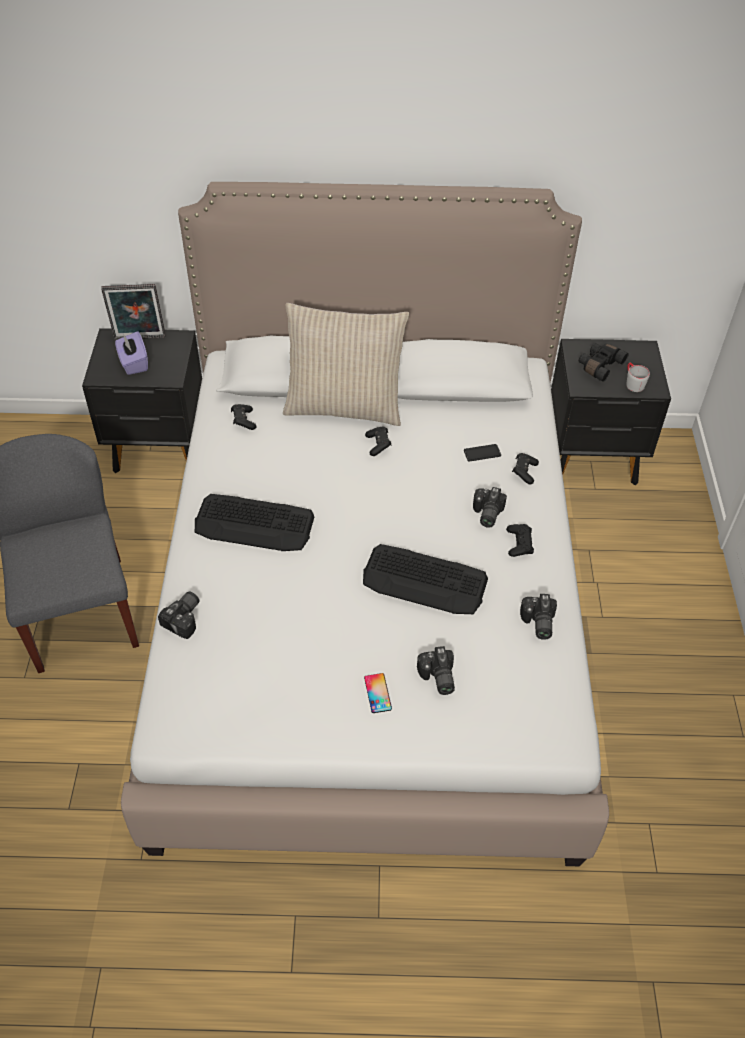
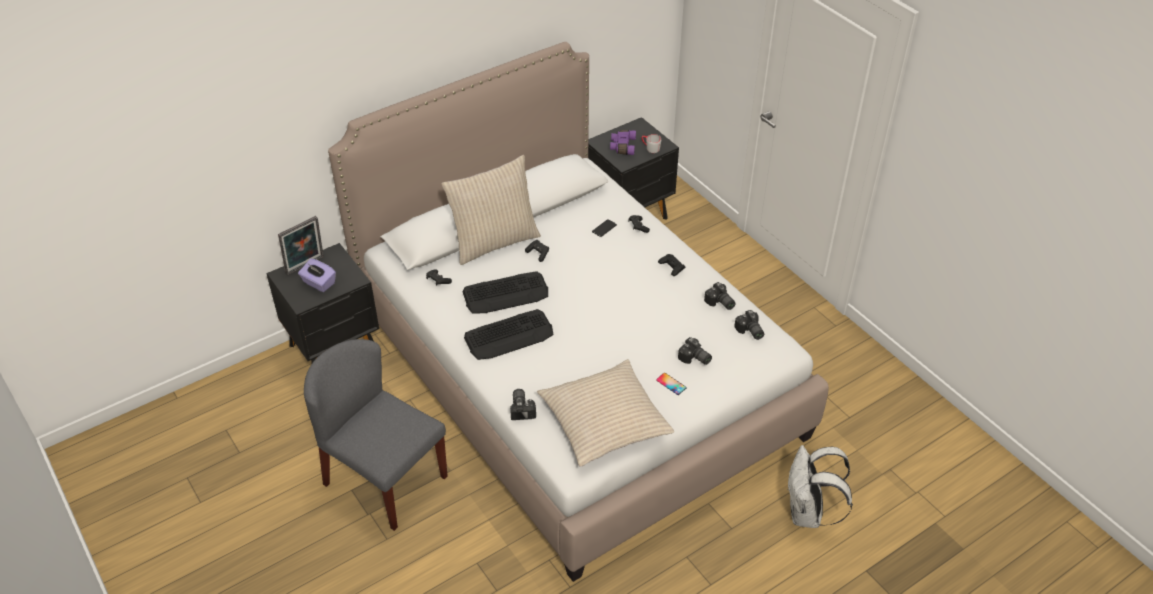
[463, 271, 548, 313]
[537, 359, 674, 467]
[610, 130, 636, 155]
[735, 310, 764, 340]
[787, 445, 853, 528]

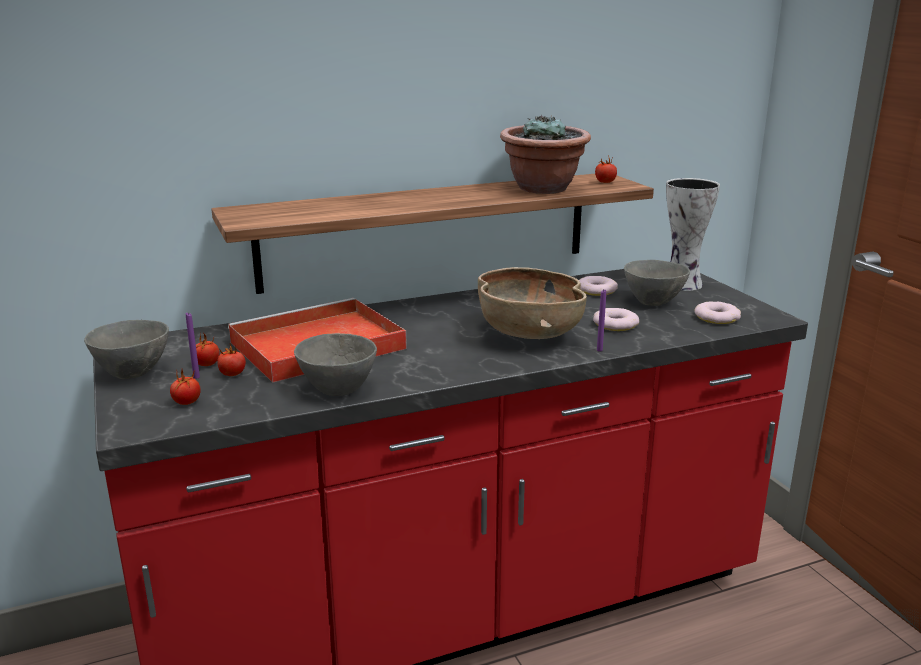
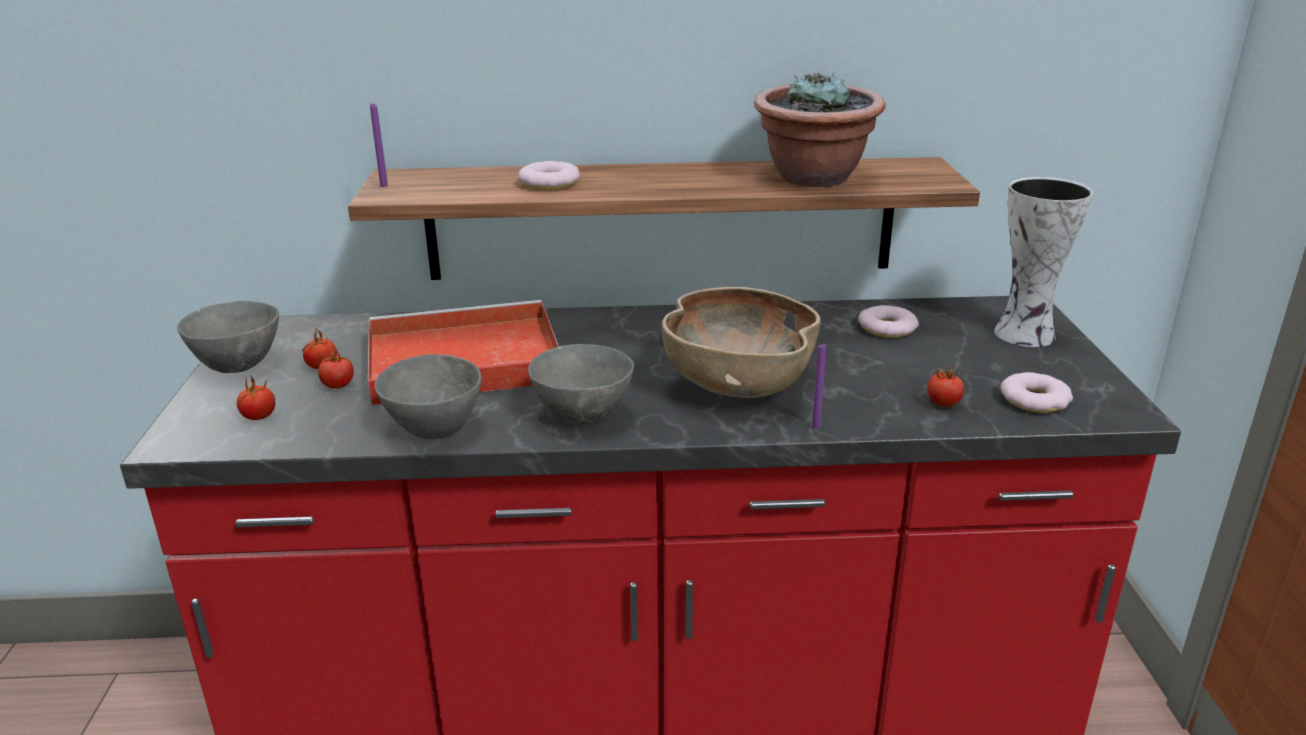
[370, 104, 388, 187]
[518, 161, 580, 190]
[528, 344, 634, 425]
[928, 365, 964, 407]

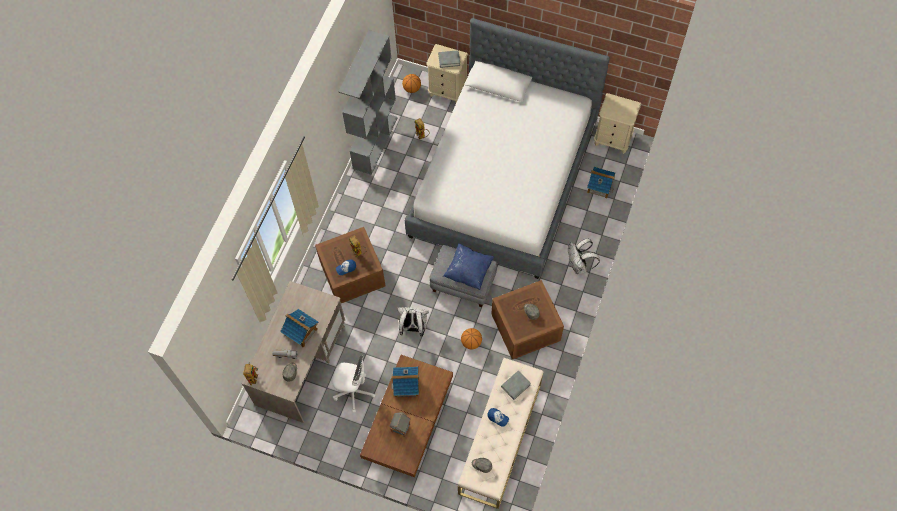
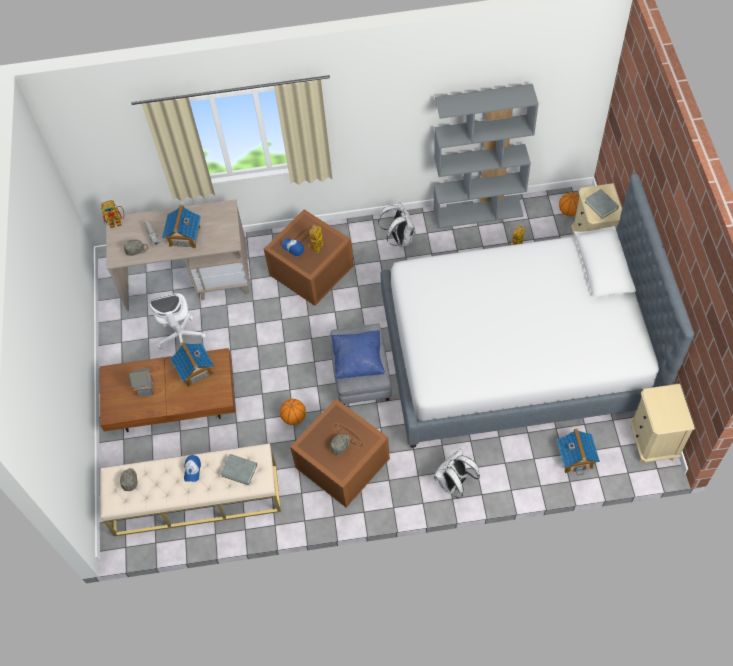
[378, 202, 416, 247]

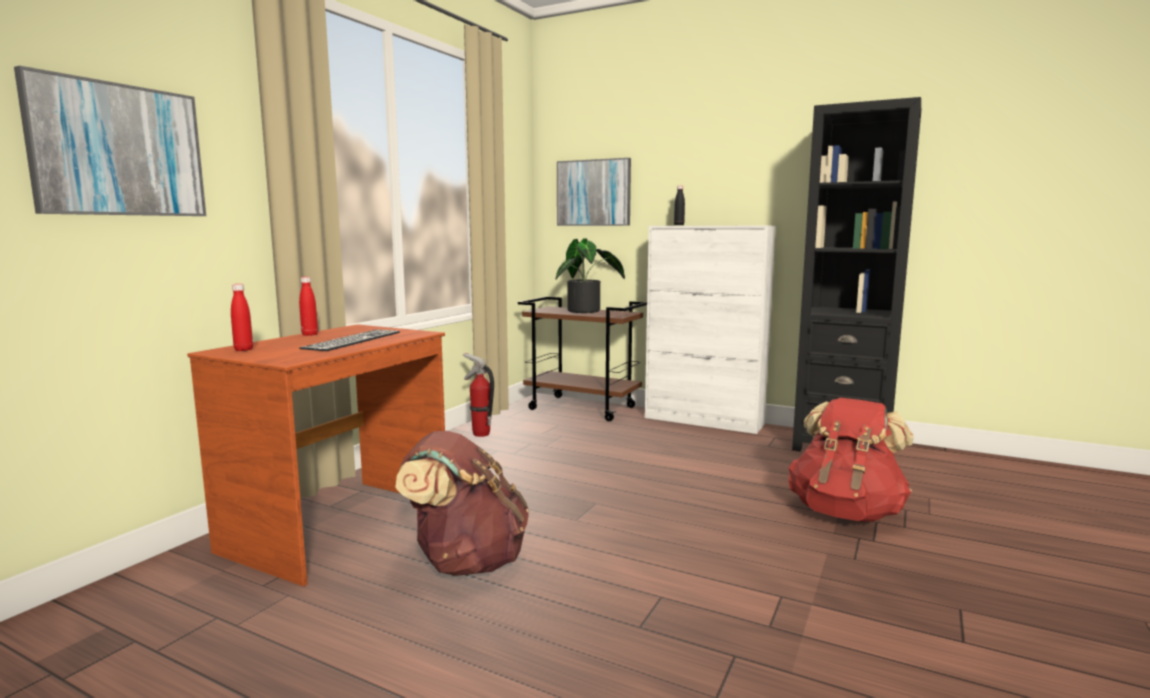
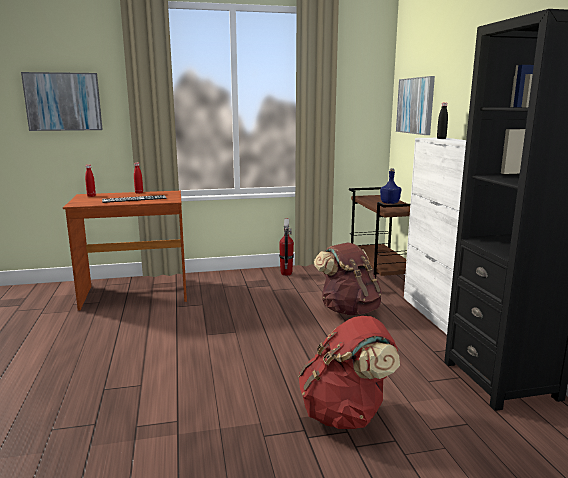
[314, 243, 382, 315]
[380, 168, 401, 204]

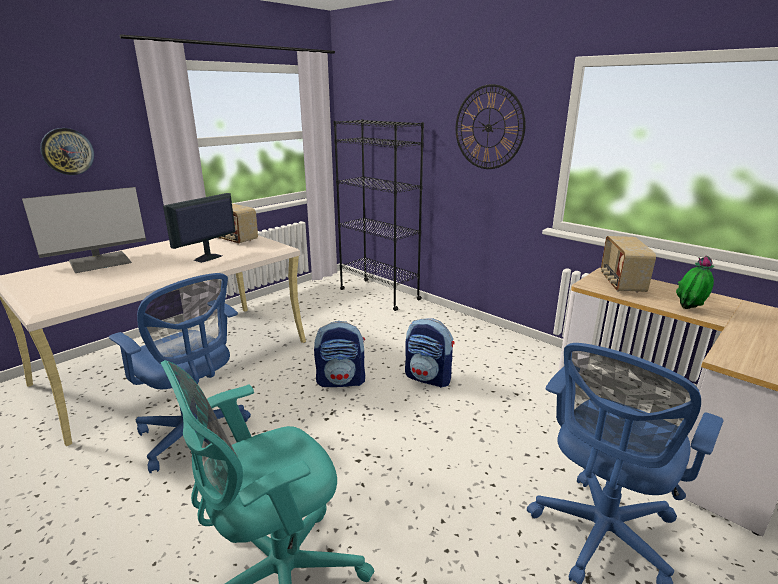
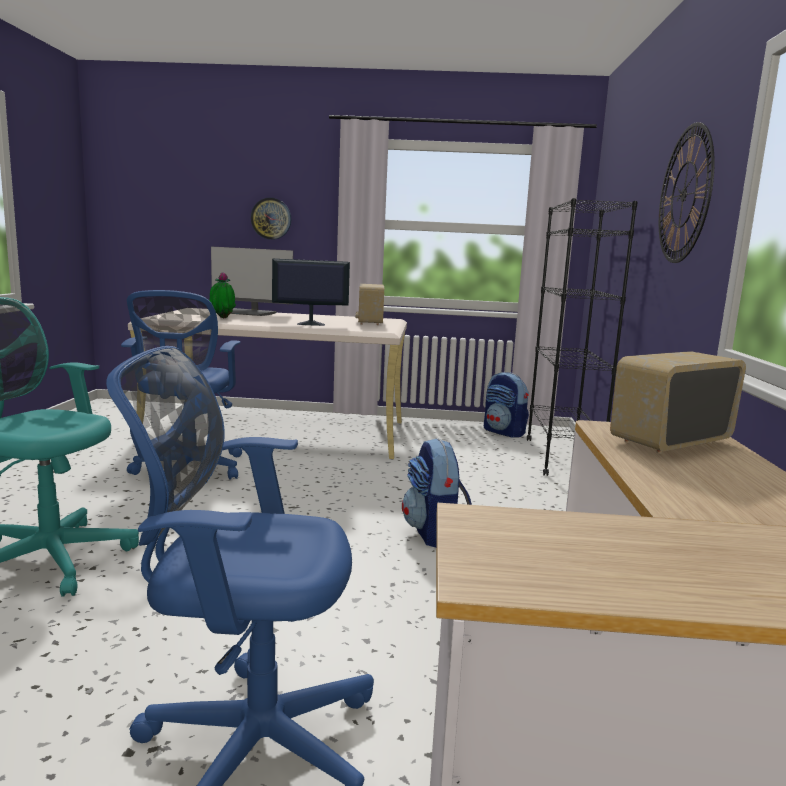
[209, 272, 236, 318]
[484, 372, 529, 438]

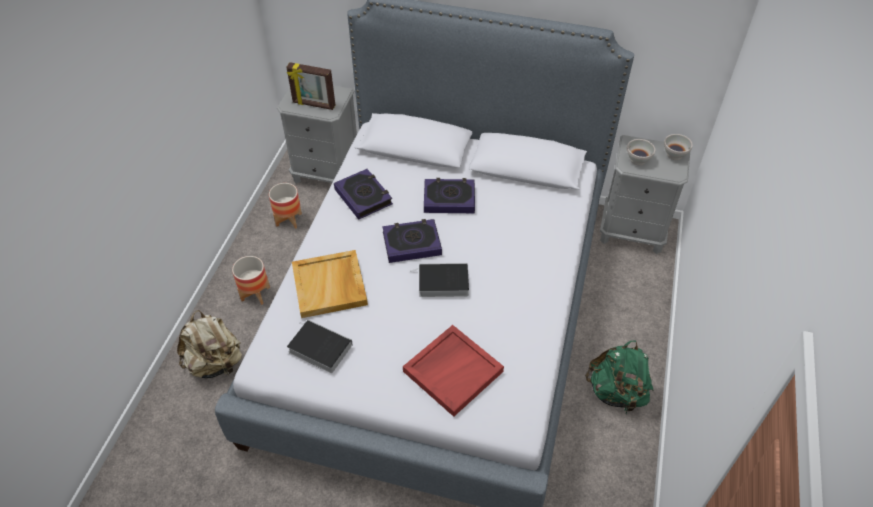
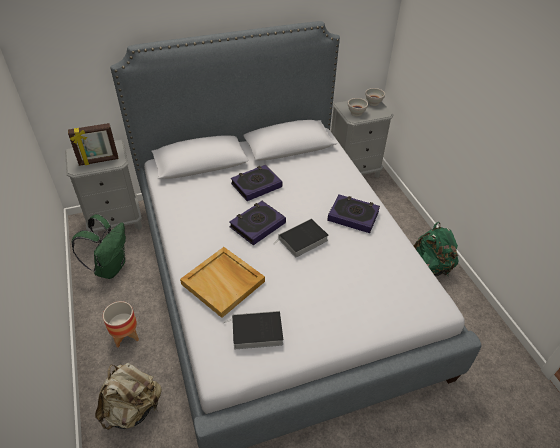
[72, 214, 126, 279]
[327, 194, 380, 233]
[403, 325, 504, 417] (first image)

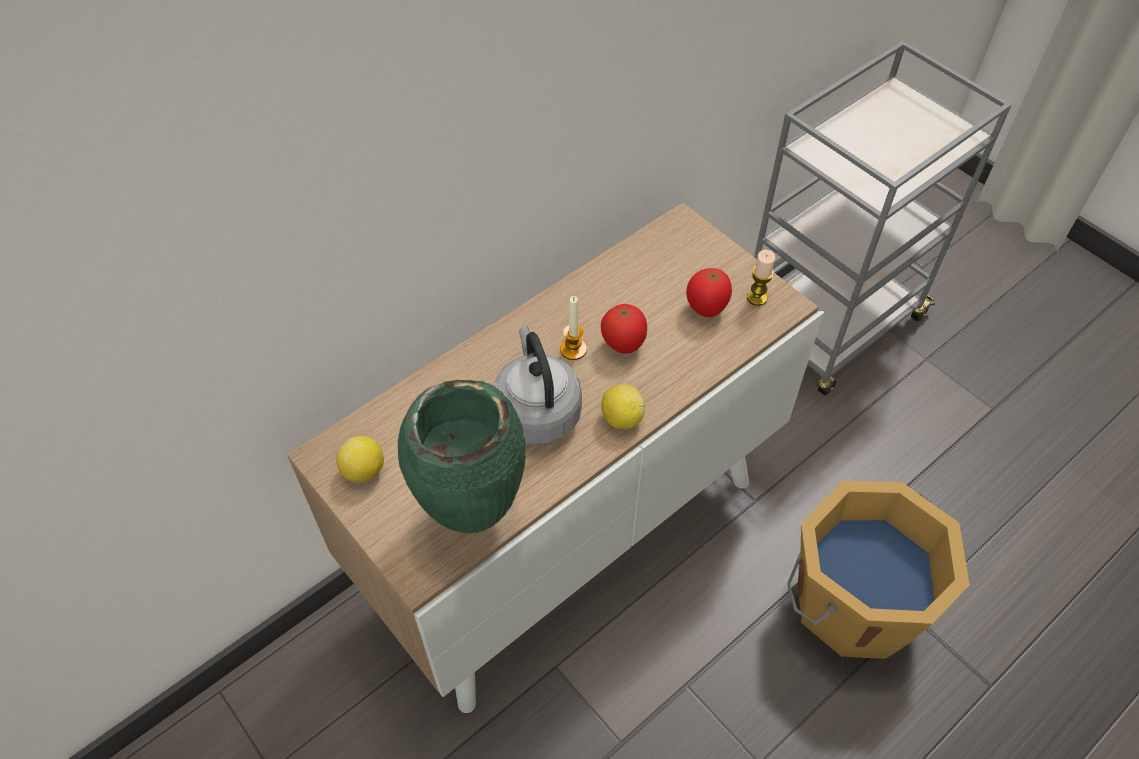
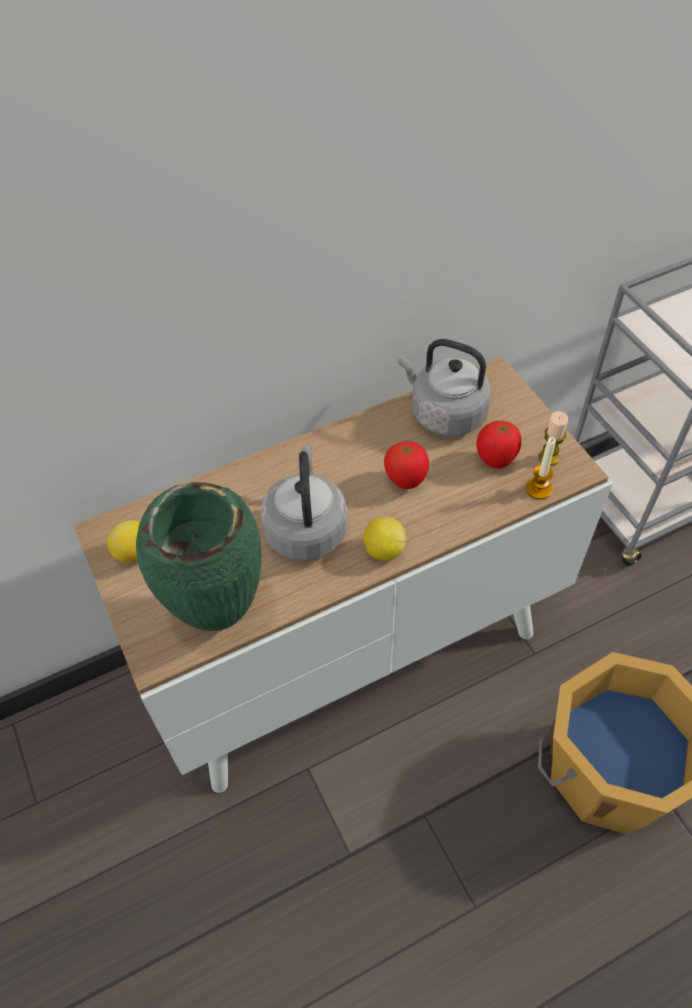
[398, 339, 491, 436]
[526, 437, 556, 499]

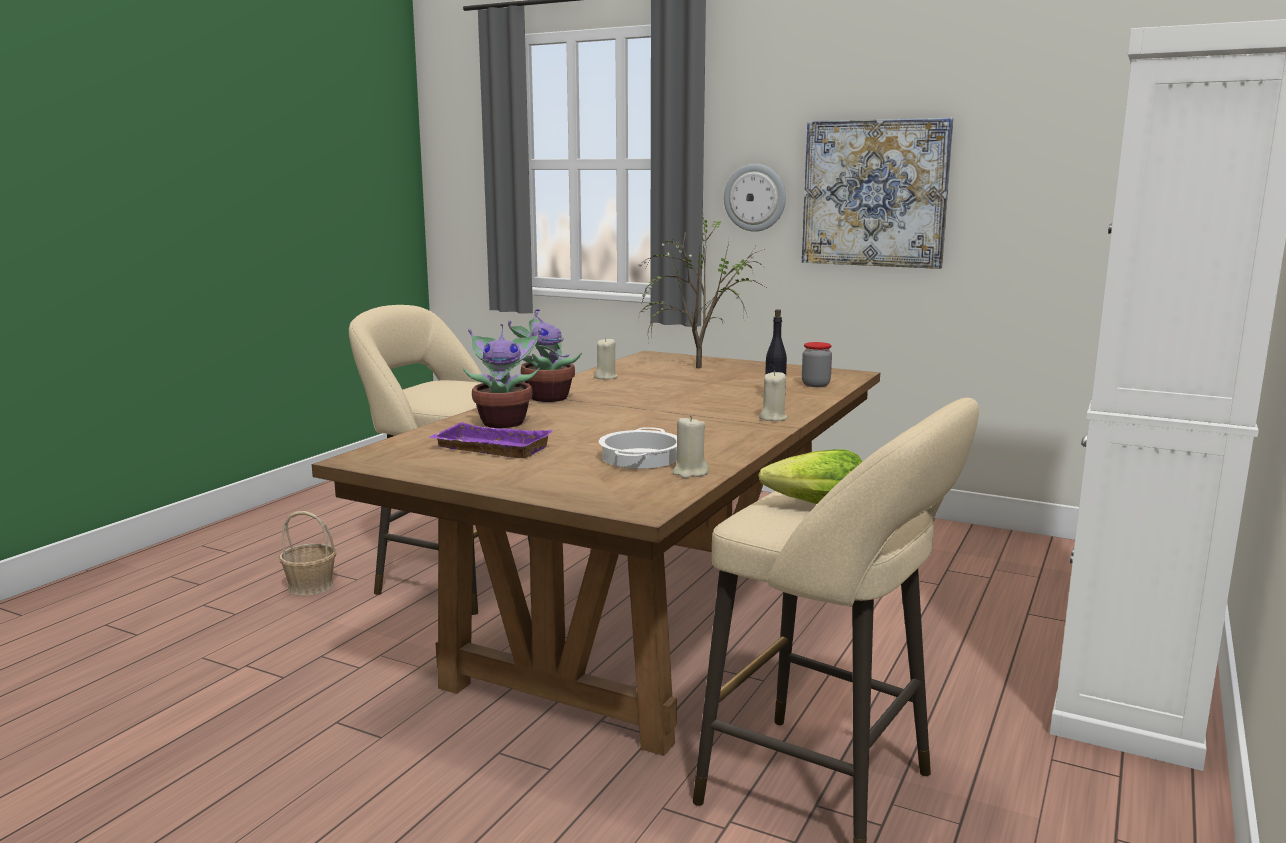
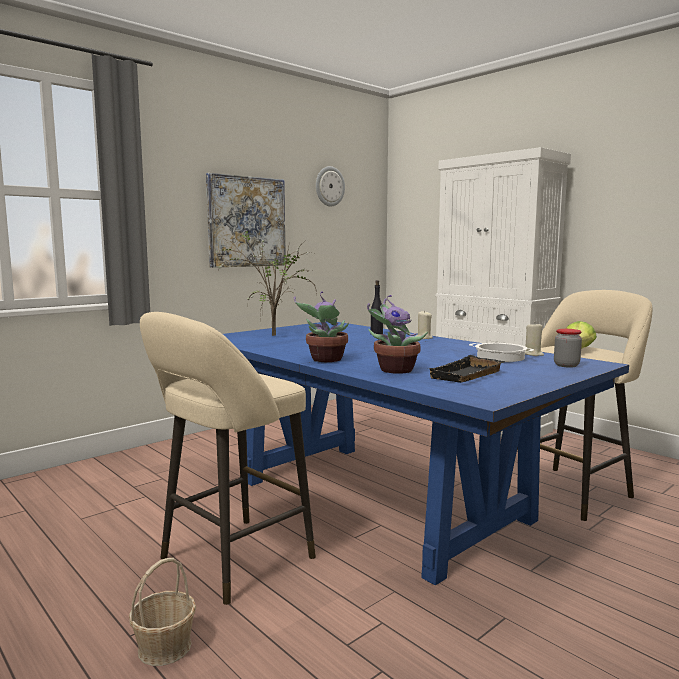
[223, 322, 629, 585]
[316, 166, 345, 206]
[428, 355, 505, 383]
[554, 329, 582, 368]
[594, 338, 618, 380] (first image)

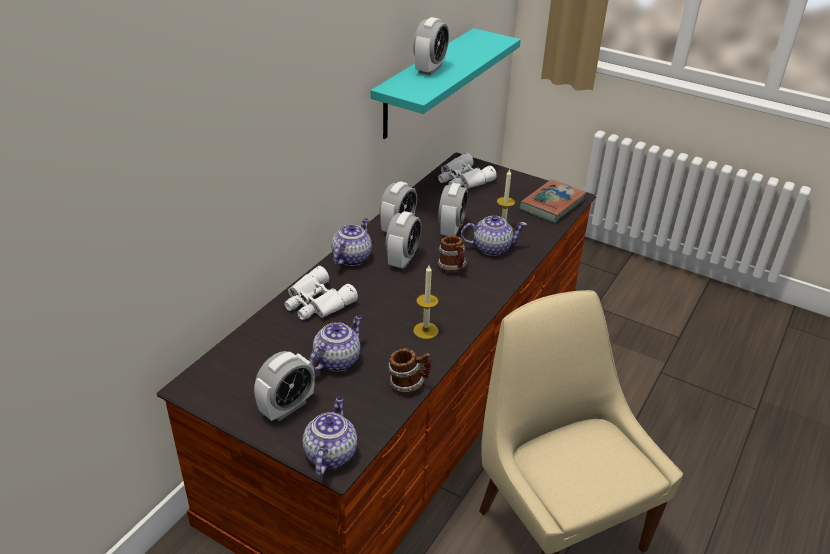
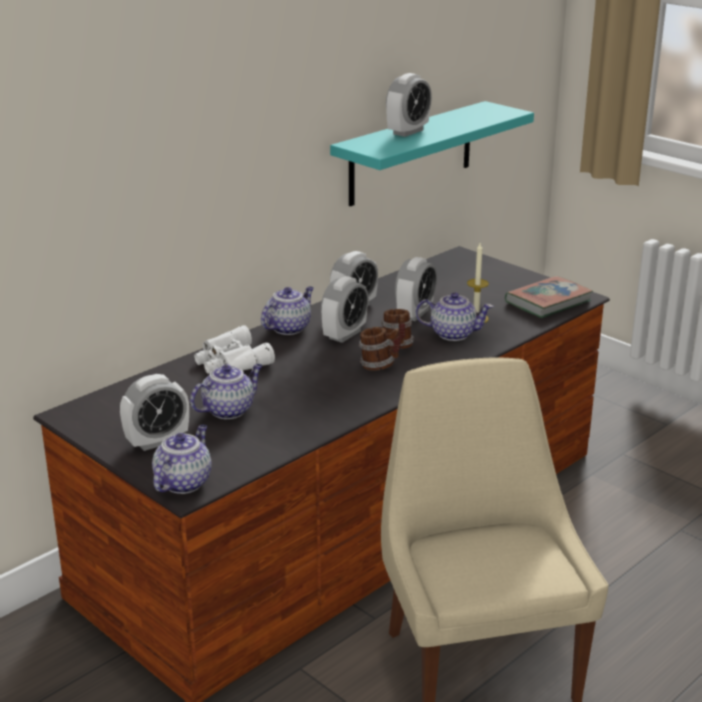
[359, 327, 401, 371]
[413, 265, 439, 339] (first image)
[438, 152, 497, 189] (first image)

